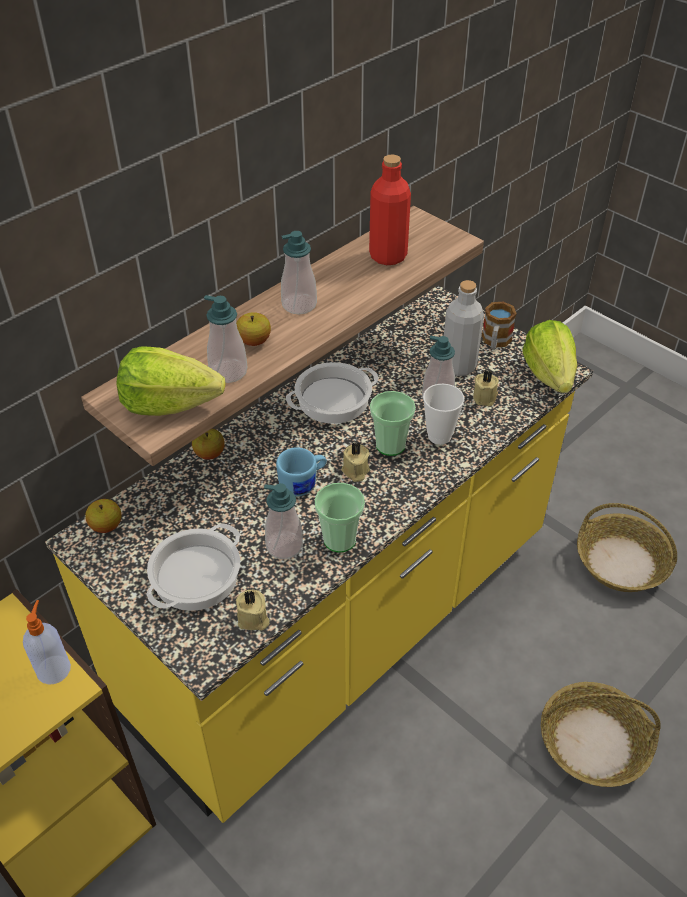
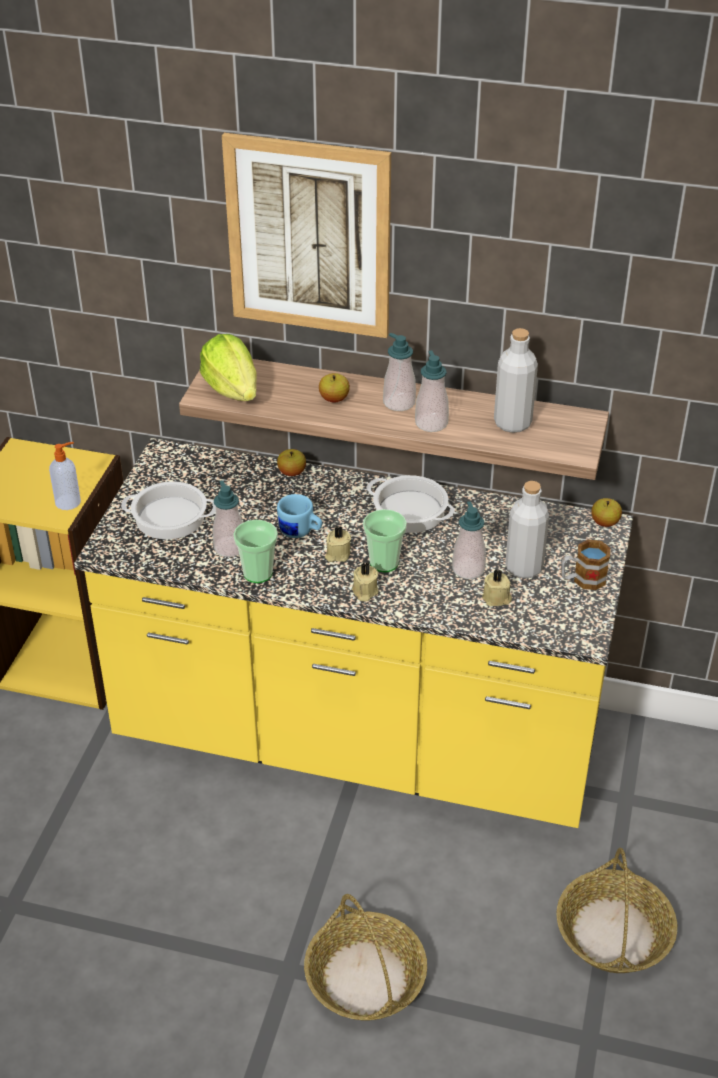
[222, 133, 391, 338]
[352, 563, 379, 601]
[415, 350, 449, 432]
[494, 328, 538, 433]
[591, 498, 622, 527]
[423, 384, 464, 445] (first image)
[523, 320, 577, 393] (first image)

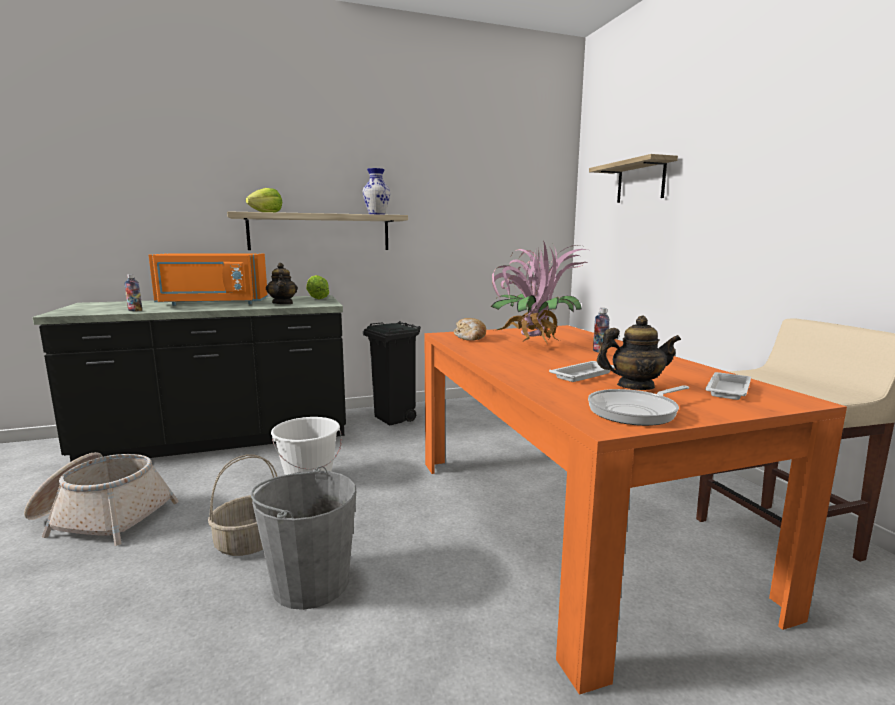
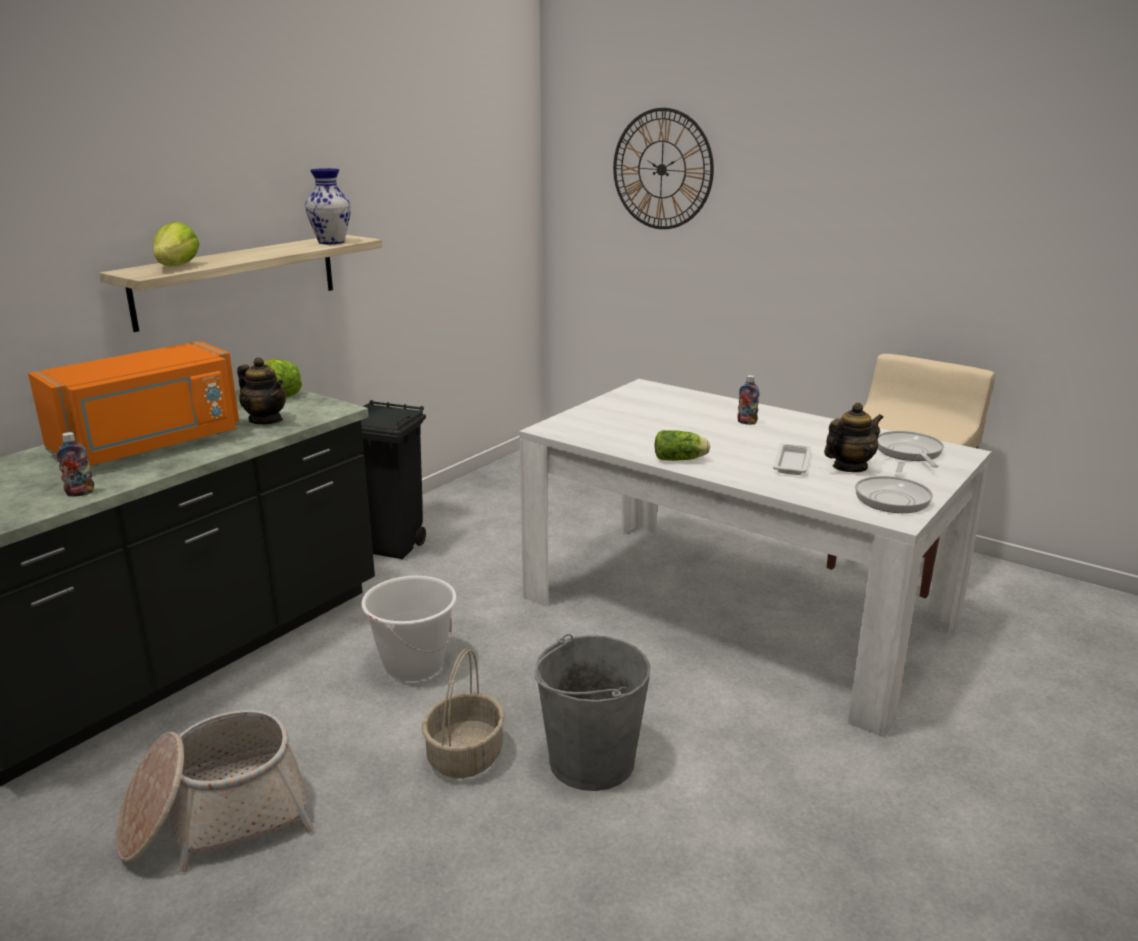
[519, 379, 991, 738]
[613, 108, 714, 229]
[654, 430, 710, 461]
[878, 431, 944, 468]
[454, 318, 486, 341] (first image)
[491, 241, 589, 343] (first image)

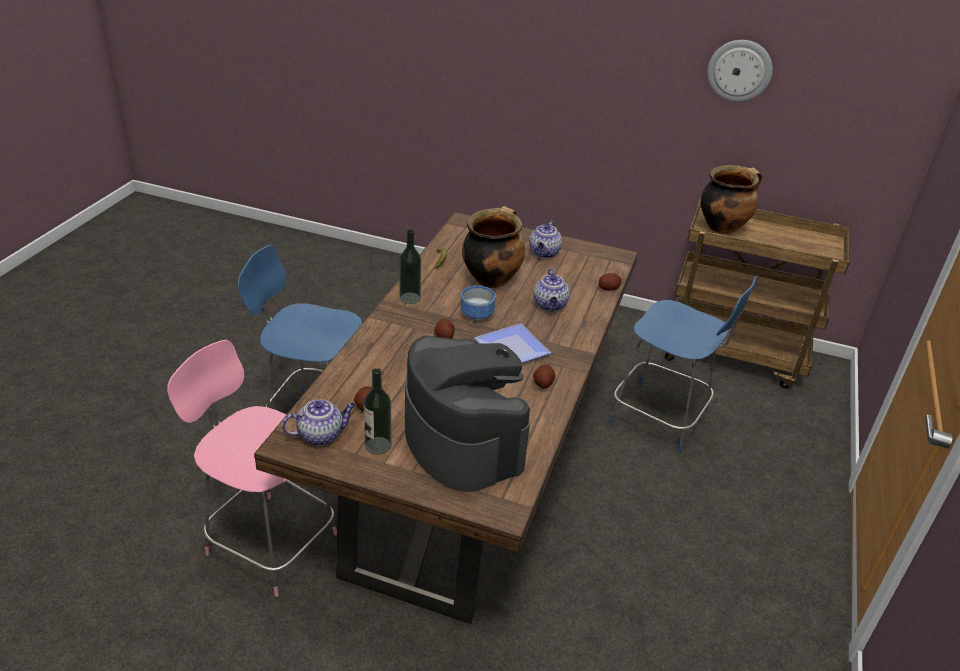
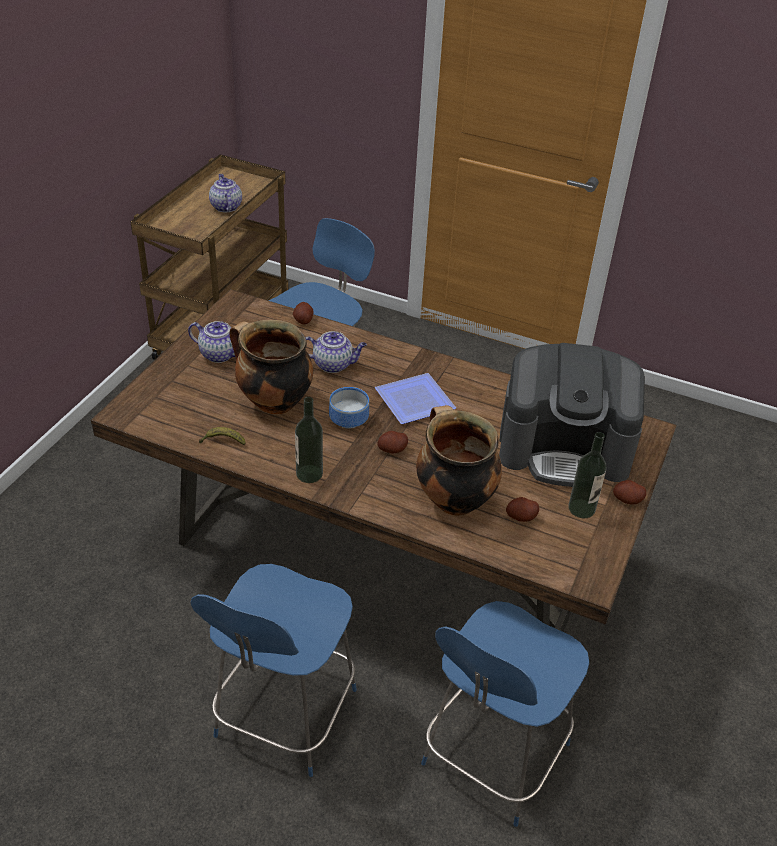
[209, 174, 242, 212]
[416, 405, 502, 516]
[421, 601, 589, 827]
[499, 343, 645, 487]
[613, 480, 646, 504]
[707, 40, 773, 102] (first image)

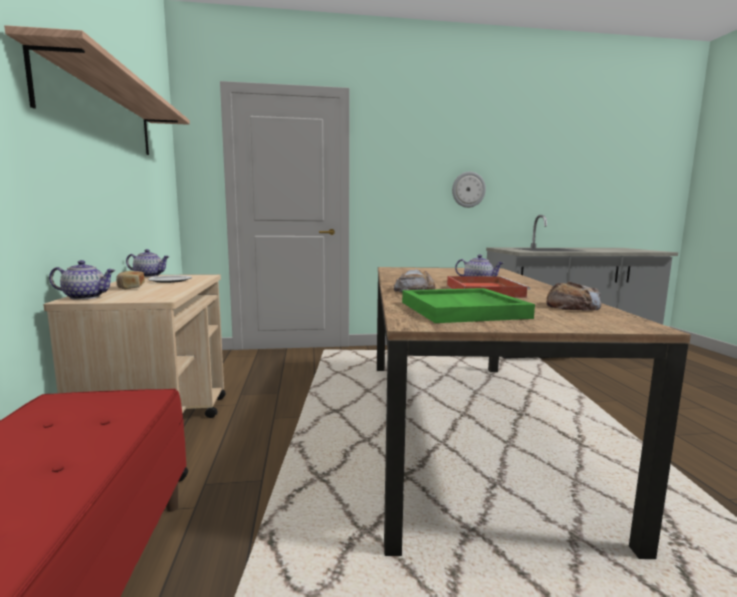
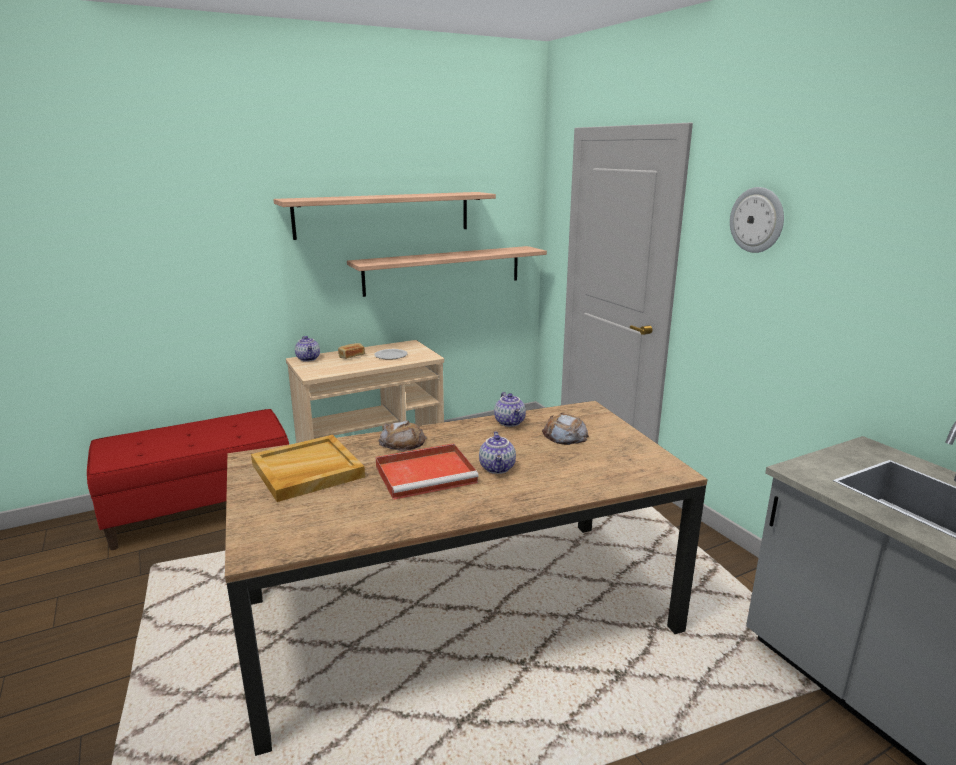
[251, 435, 365, 502]
[347, 246, 547, 297]
[494, 392, 526, 427]
[542, 413, 589, 445]
[730, 187, 784, 253]

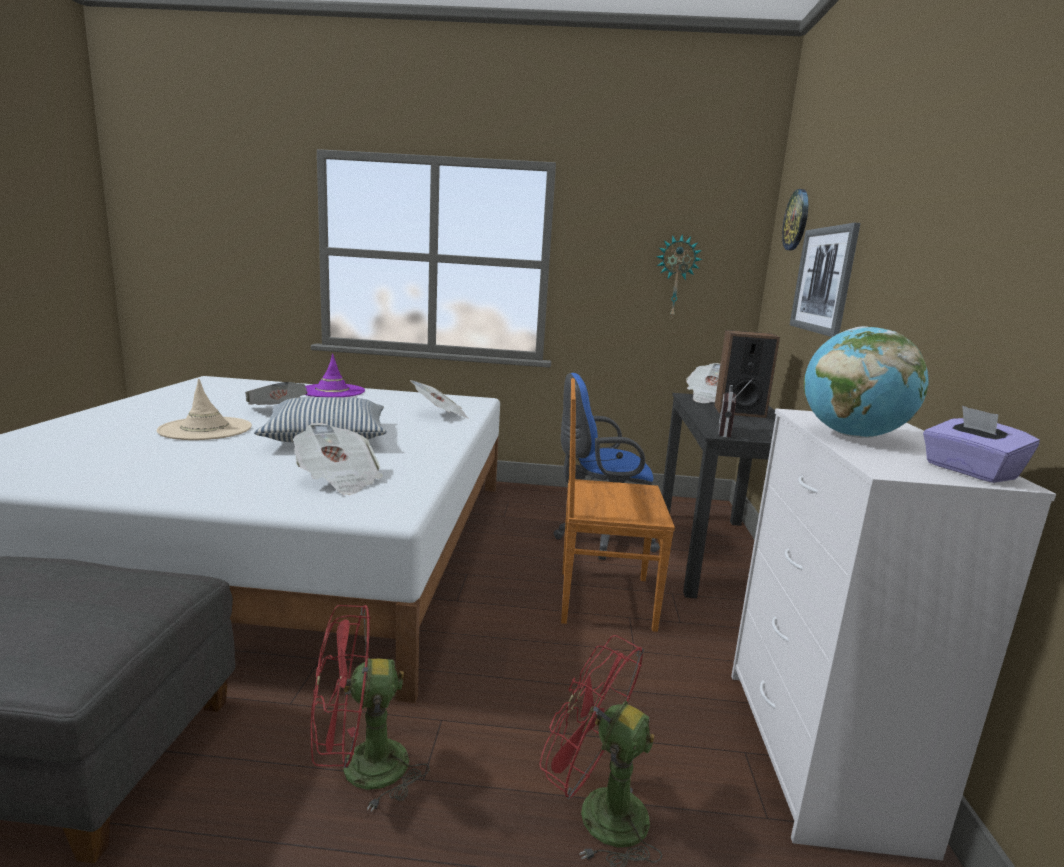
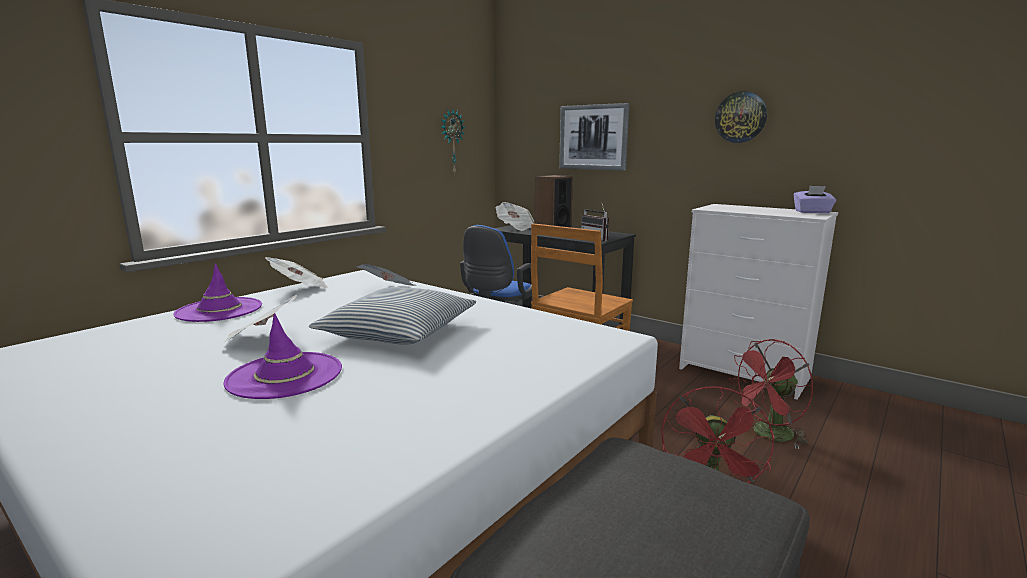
[224, 313, 342, 399]
[265, 257, 328, 288]
[715, 91, 767, 143]
[804, 326, 929, 438] (first image)

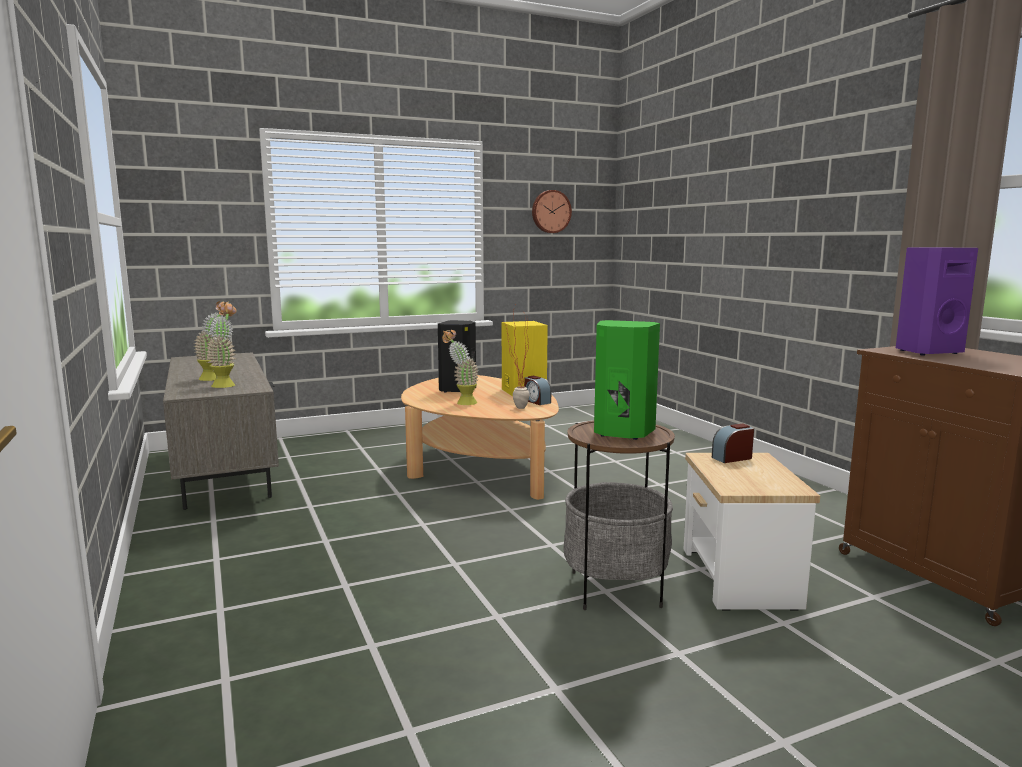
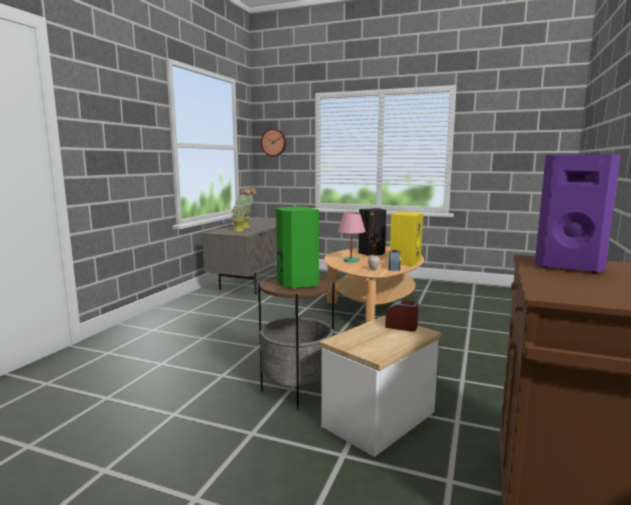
[261, 129, 286, 157]
[338, 212, 365, 263]

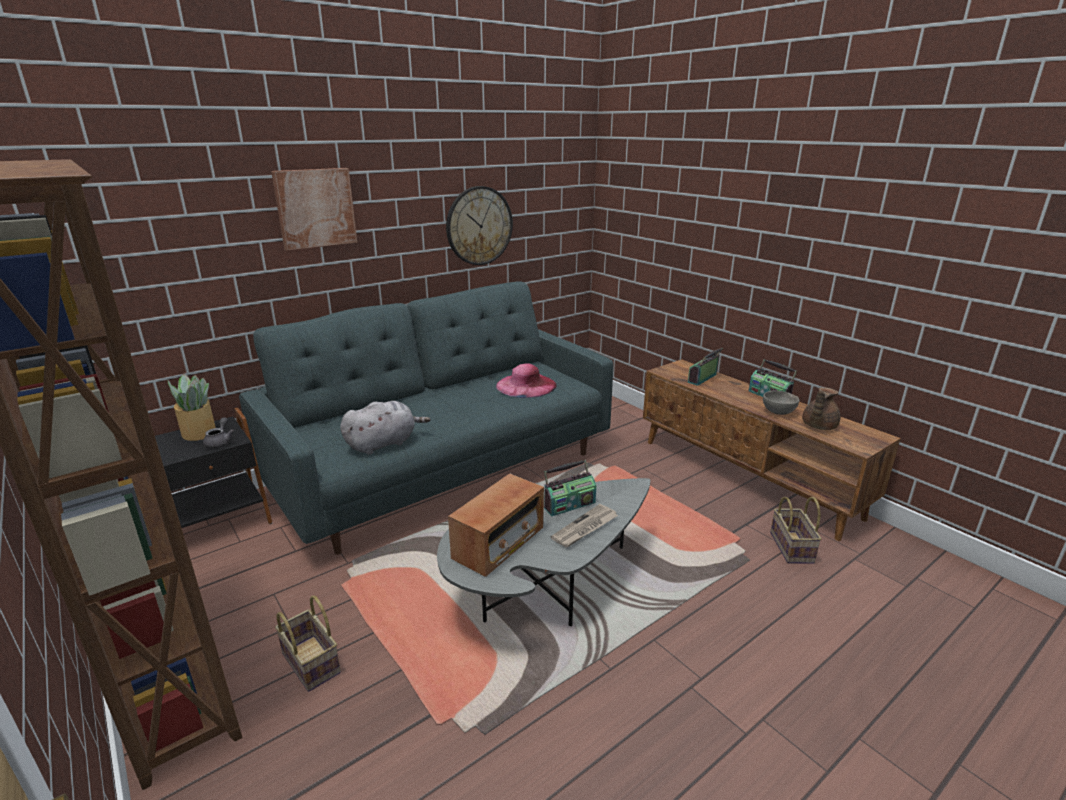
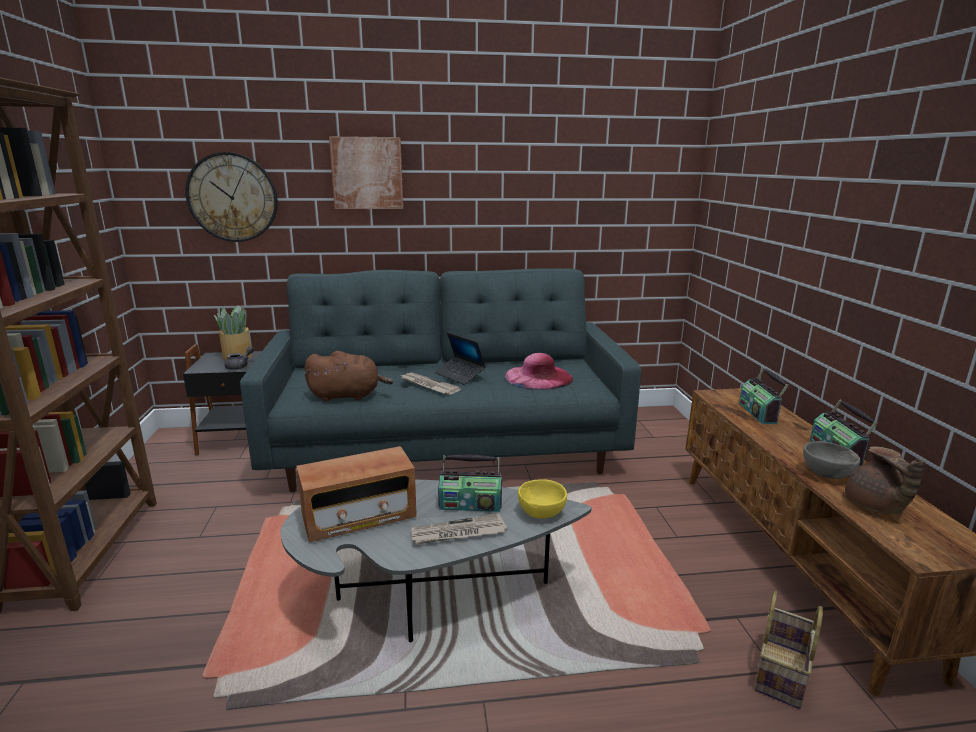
[185, 152, 278, 242]
[304, 351, 393, 402]
[400, 373, 461, 395]
[435, 332, 486, 385]
[518, 479, 567, 519]
[739, 368, 789, 424]
[845, 446, 925, 514]
[275, 595, 341, 692] (first image)

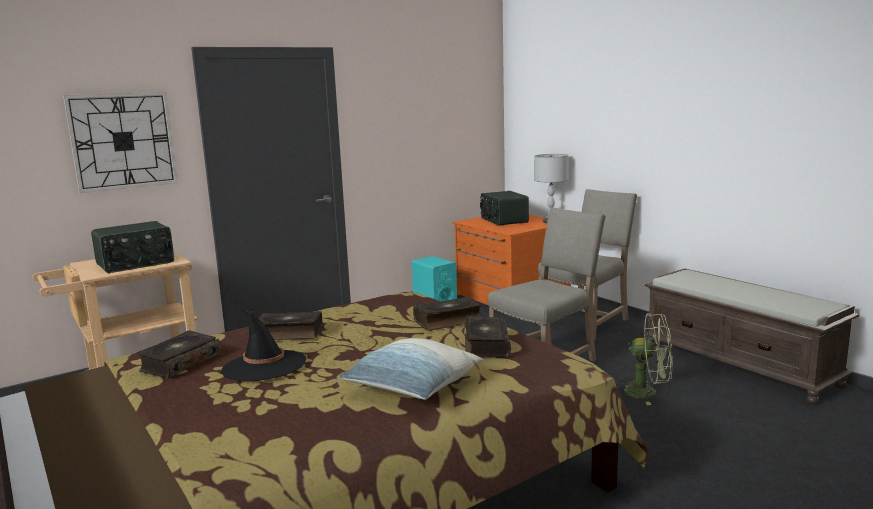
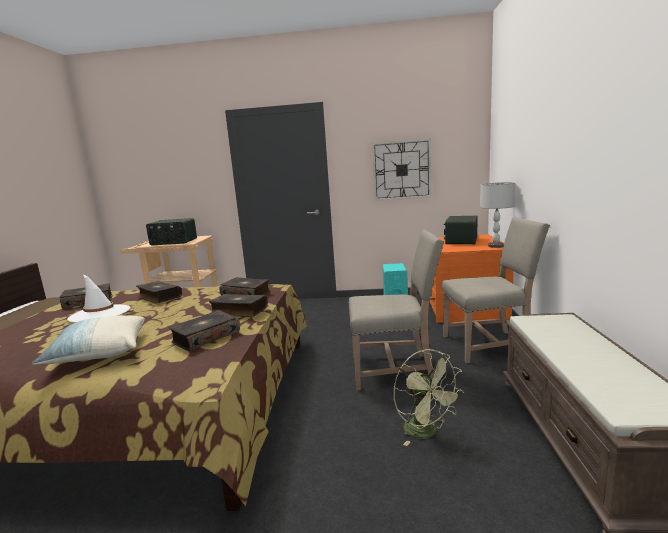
[67, 274, 130, 322]
[219, 277, 271, 295]
[372, 138, 431, 201]

